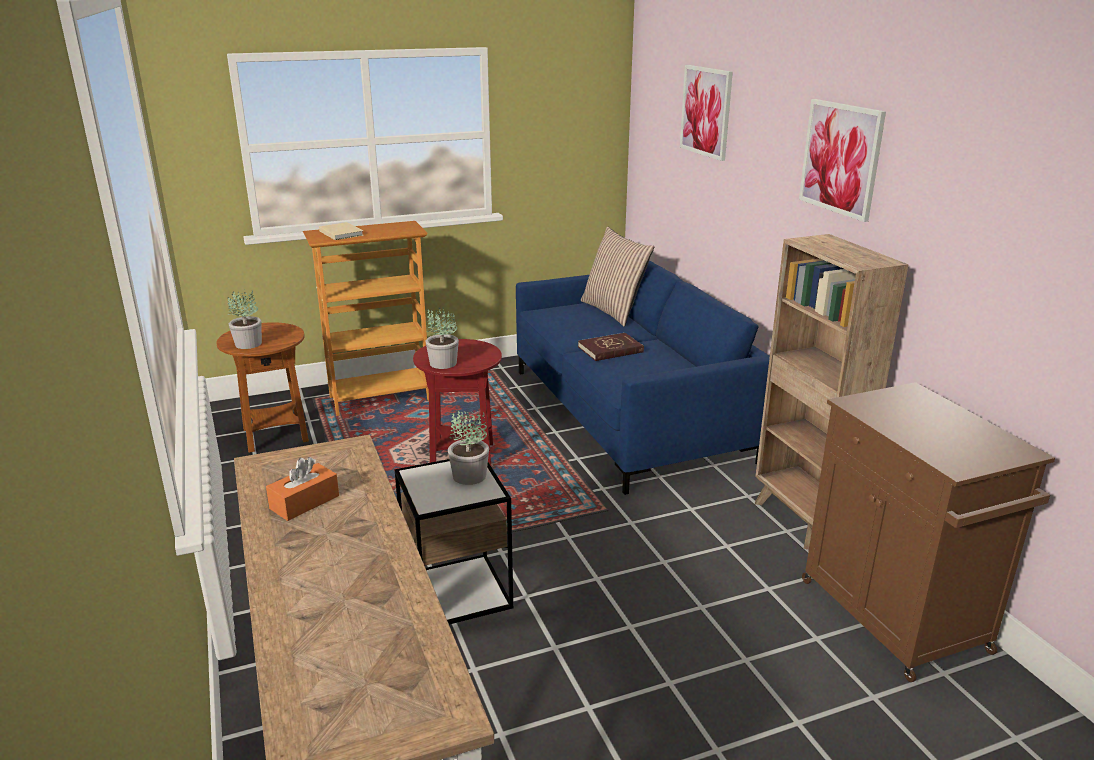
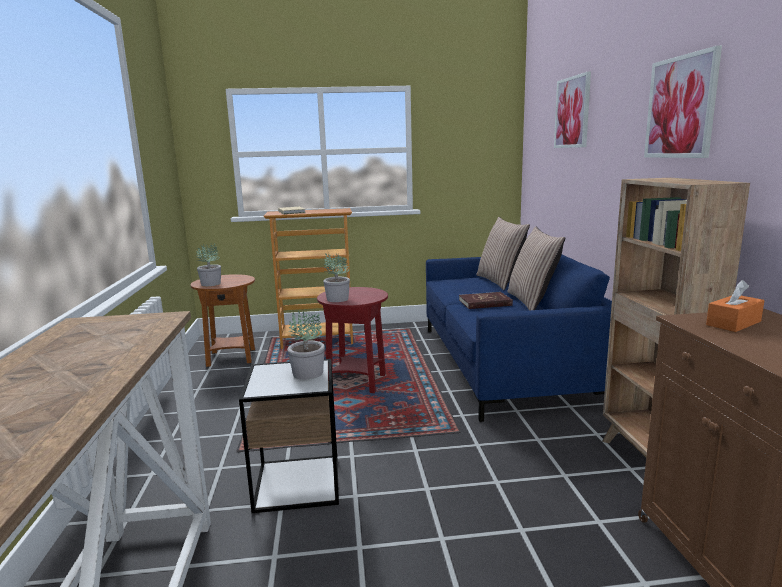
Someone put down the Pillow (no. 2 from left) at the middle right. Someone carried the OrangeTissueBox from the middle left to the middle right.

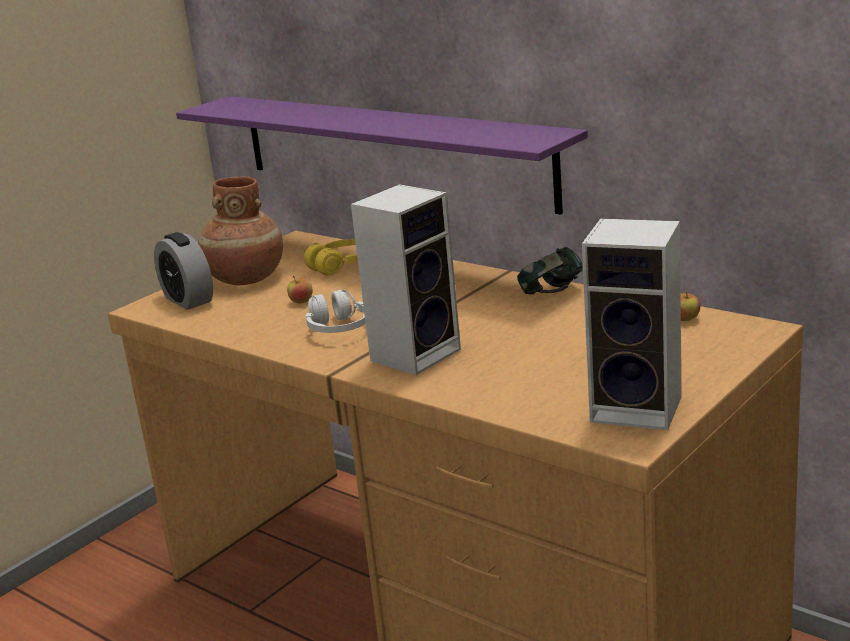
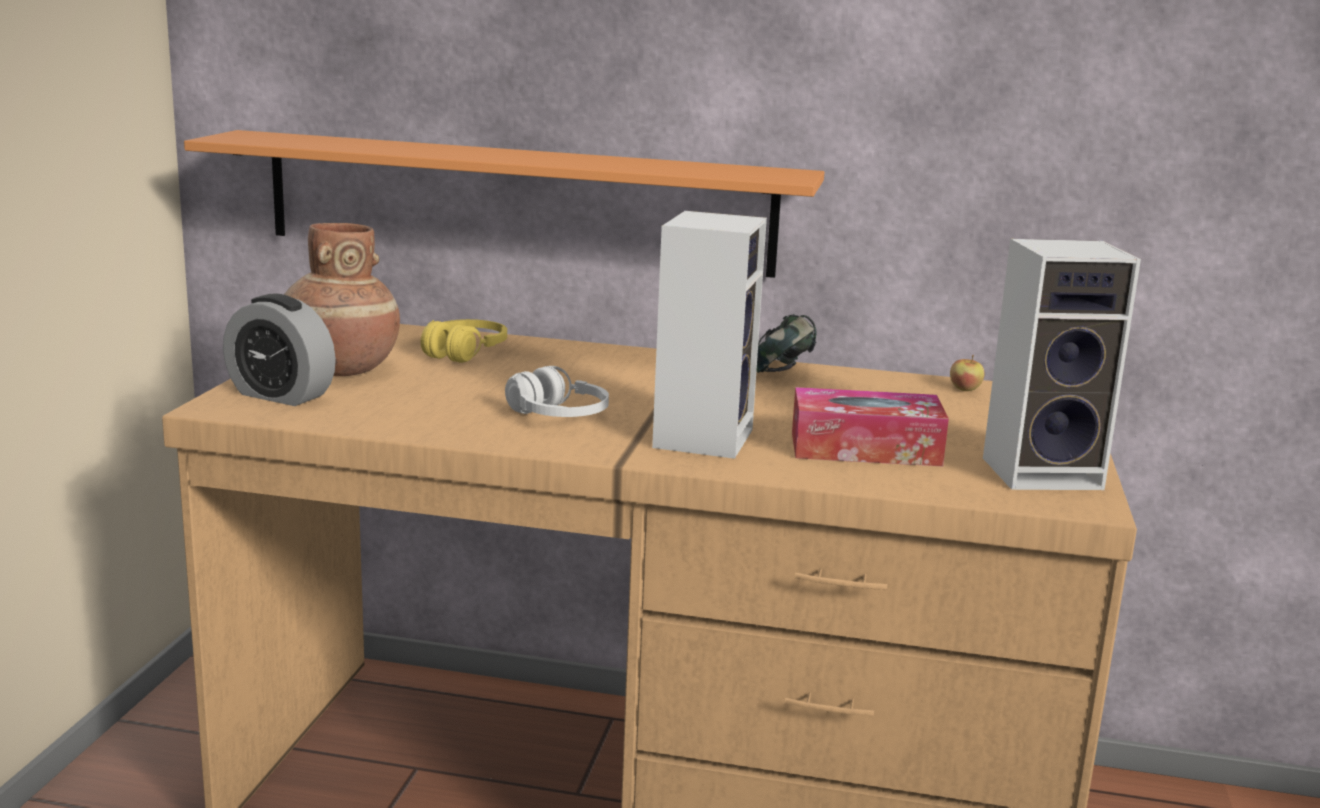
Someone took away the Apple (no. 1 from left) at the centre. Someone put down the TissueBox at the centre. Someone repainted the PurpleShelf at the top centre, which became the OrangeShelf at the top centre.

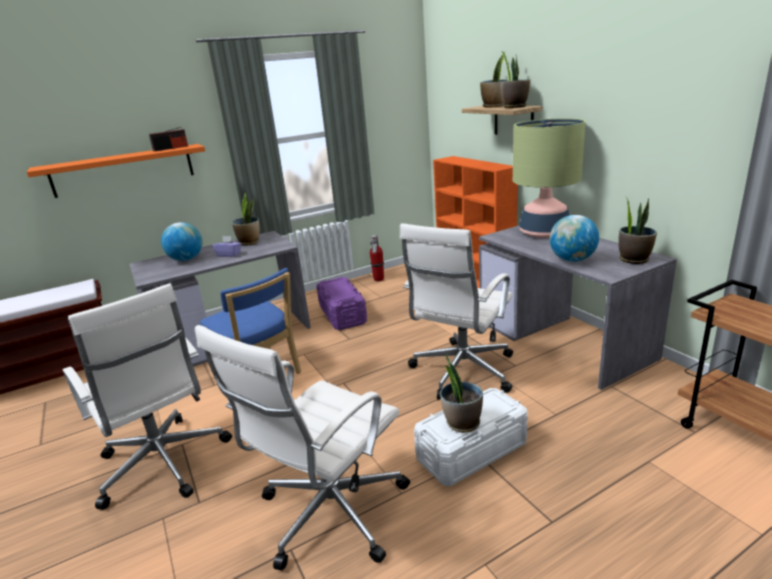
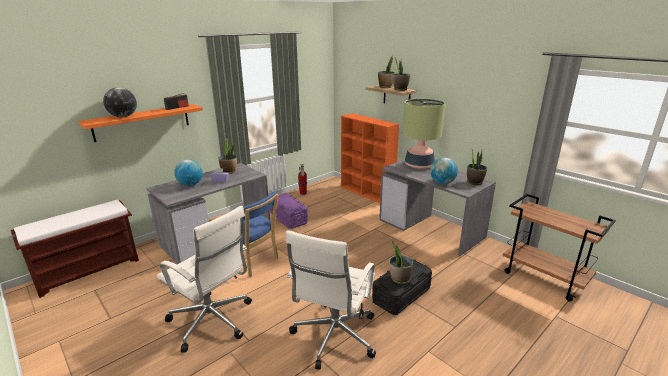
Someone took away the WhiteOfficeChair (no. 3 from left) at the centre. Someone put down the Globe (no. 1 from left) at the top left. Someone repainted the WhiteStorageBox at the bottom centre, which became the BlackStorageBox at the bottom centre.

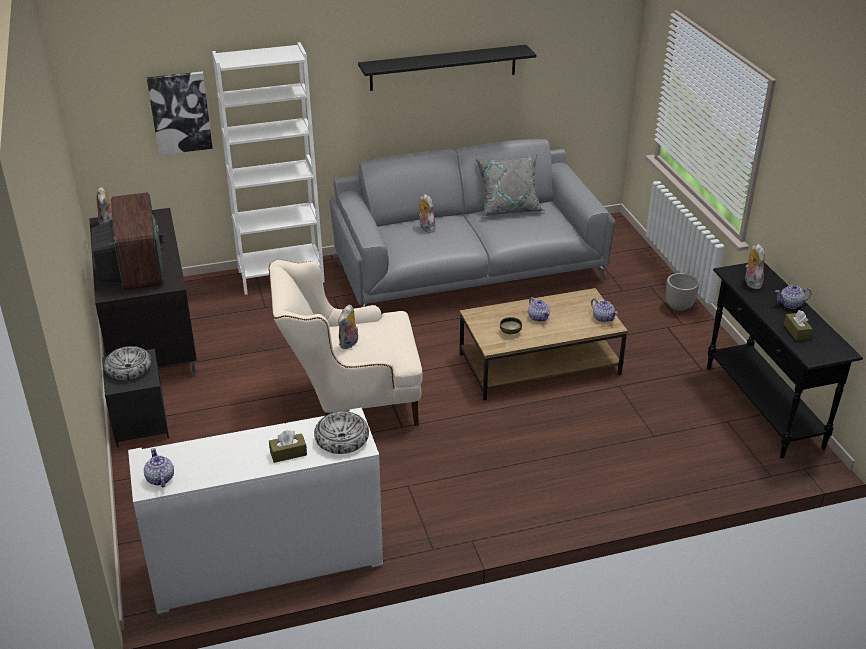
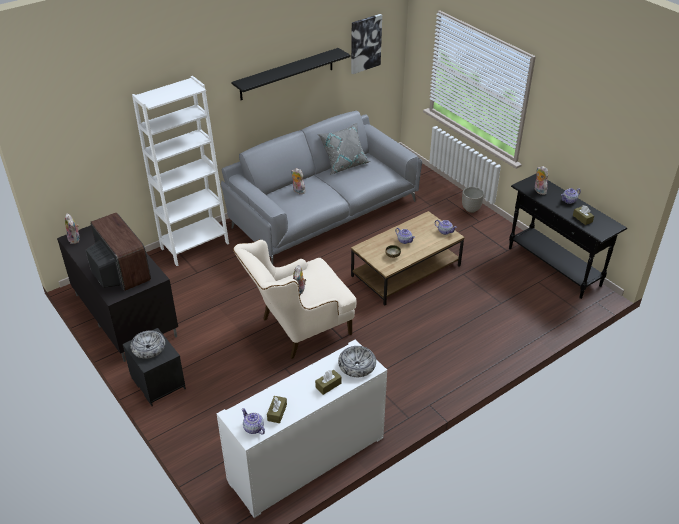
Someone put down the BrownTissueBox (no. 1 from left) at the bottom centre. Someone carried the Picture from the top left to the top centre.

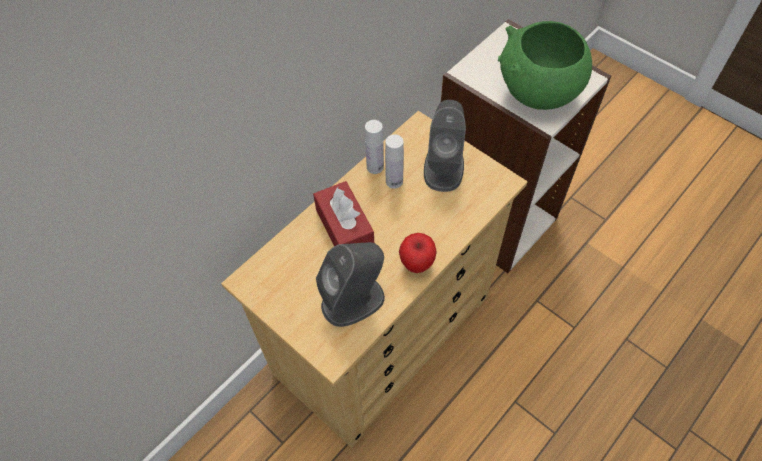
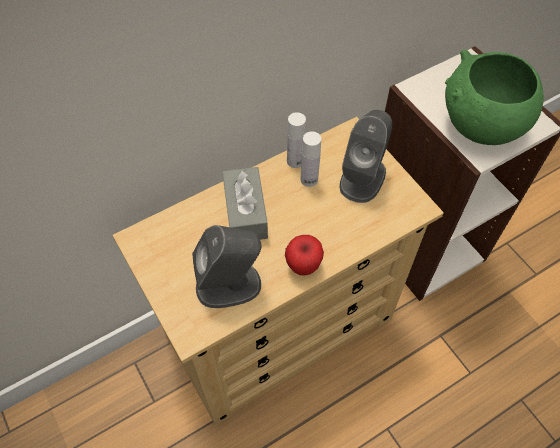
Someone repainted the RedTissueBox at the centre, which became the GreyTissueBox at the centre.

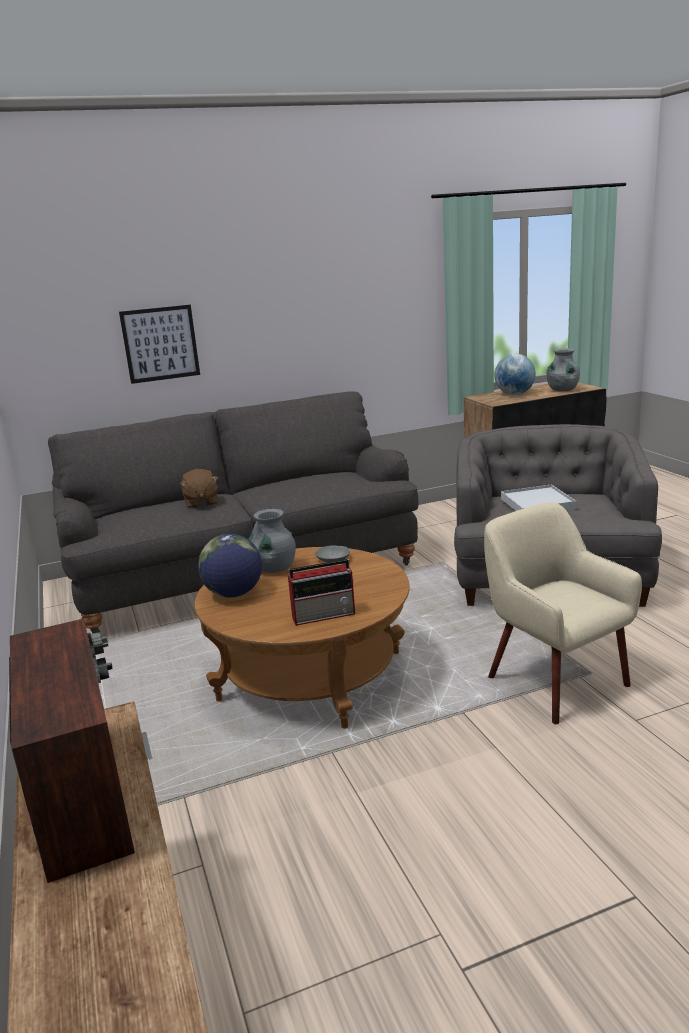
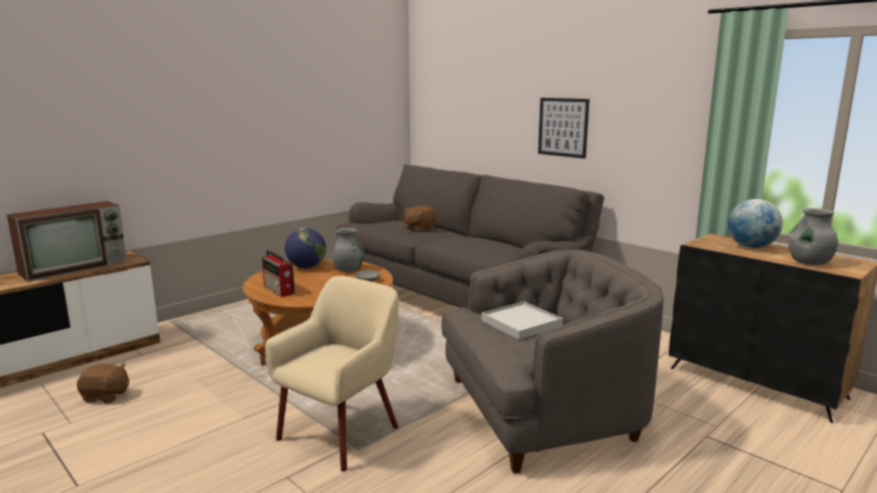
Someone put down the BrownPlushToy (no. 1 from left) at the bottom left. Someone carried the Picture from the top left to the top centre.

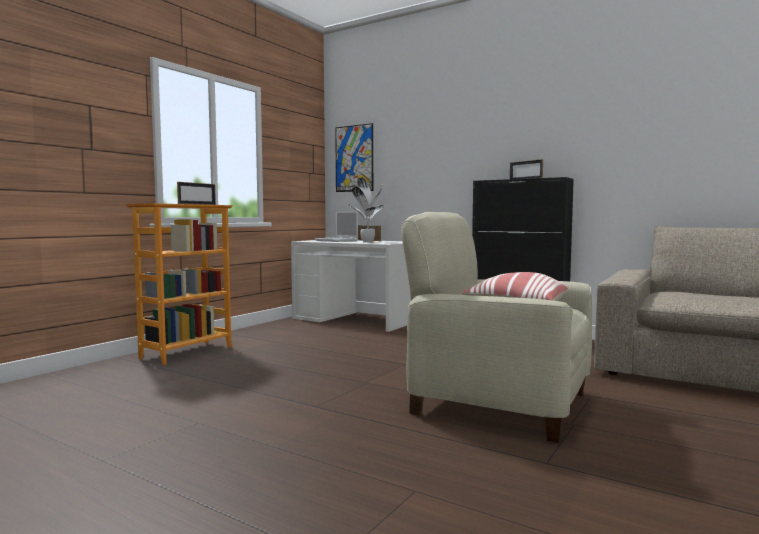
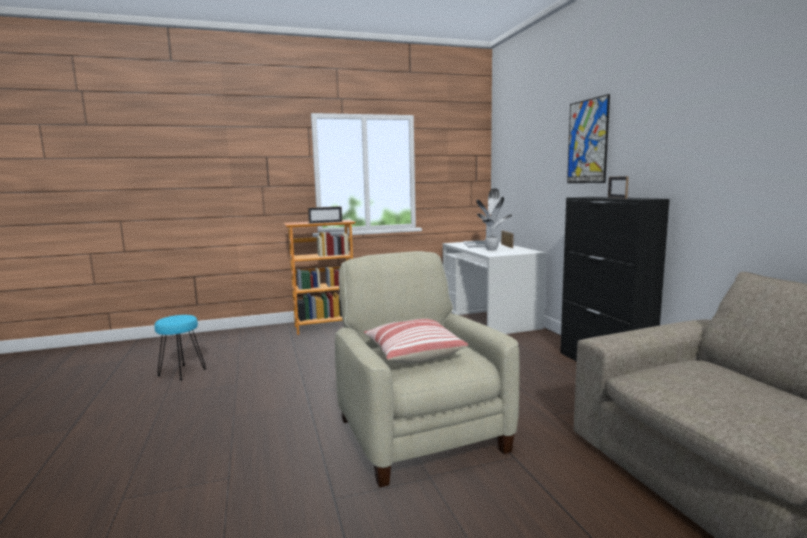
Someone put down the TurquoiseStool at the middle left. Someone carried the Picture from the top centre to the top right.

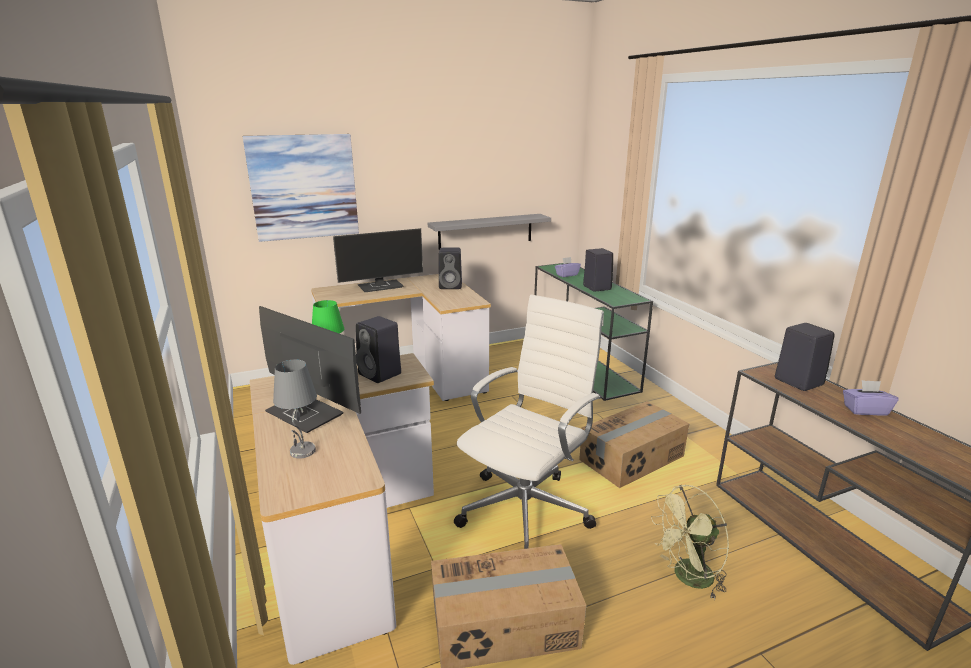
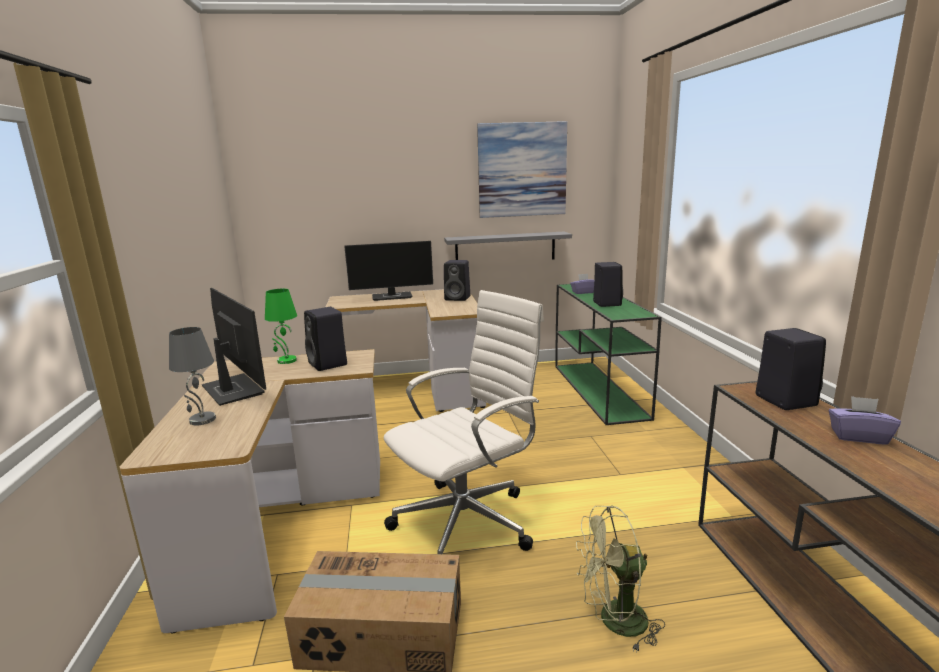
Someone took away the CardboardBox (no. 2 from left) at the centre. Someone carried the Picture from the top left to the top centre.

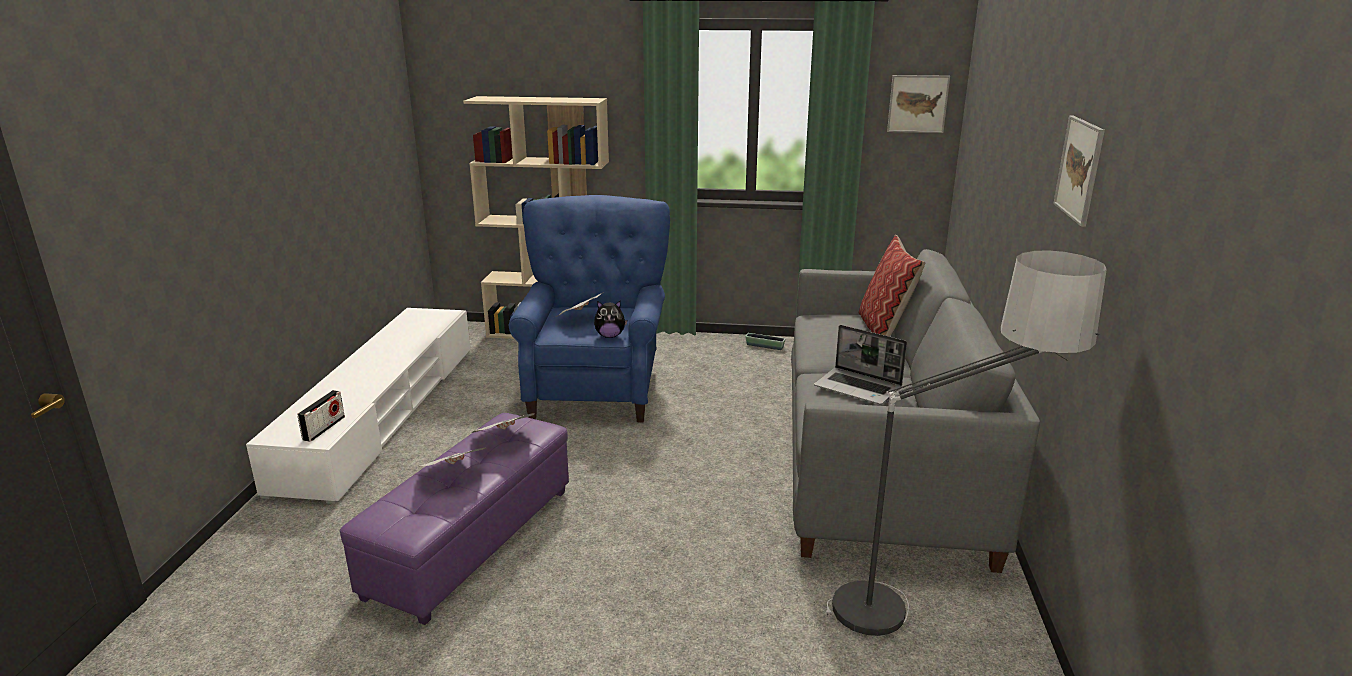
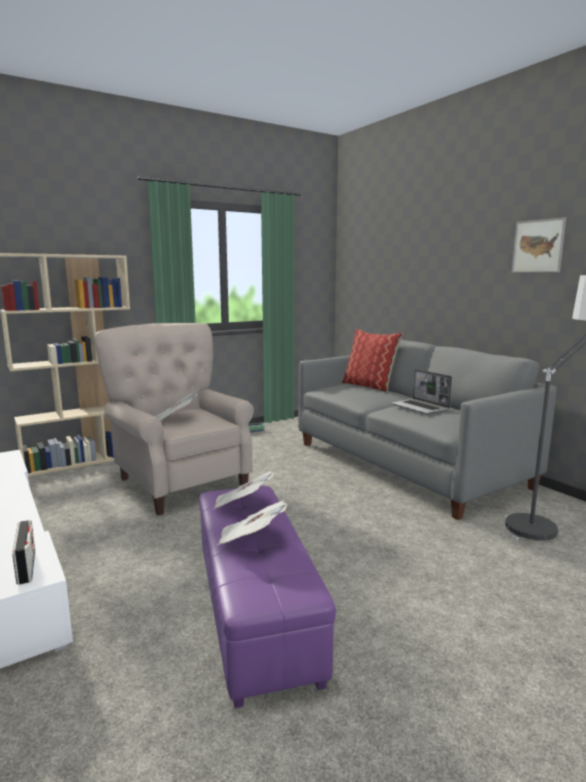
Someone took away the PlushToy at the centre. Someone took away the Picture (no. 1 from left) at the top right. Someone repainted the BlueArmchair at the centre, which became the BeigeArmchair at the middle left. Someone rotated the Laptop at the centre by 60 degrees clockwise.

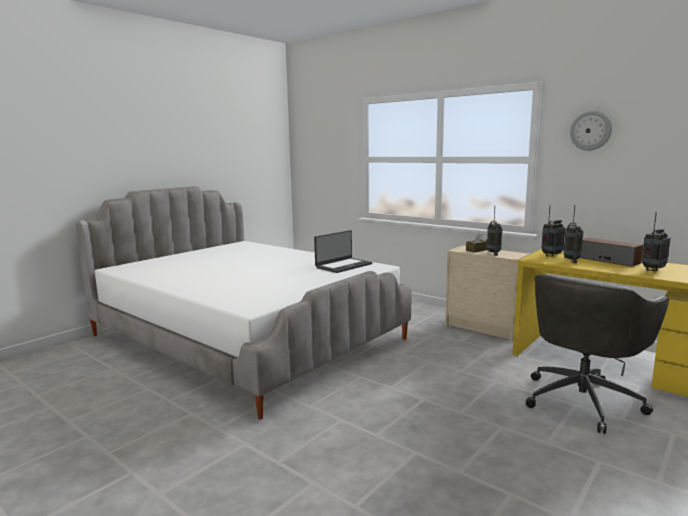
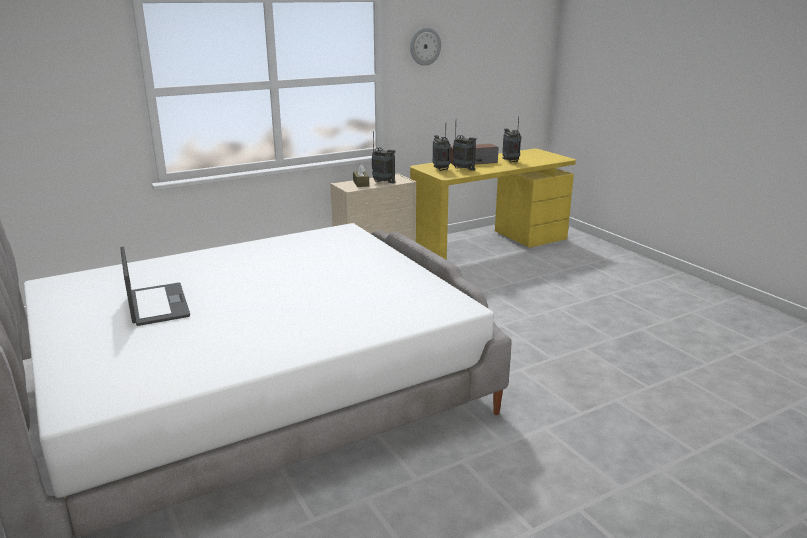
Someone took away the GreyOfficeChair at the bottom right. Someone carried the Laptop from the centre to the middle left.

